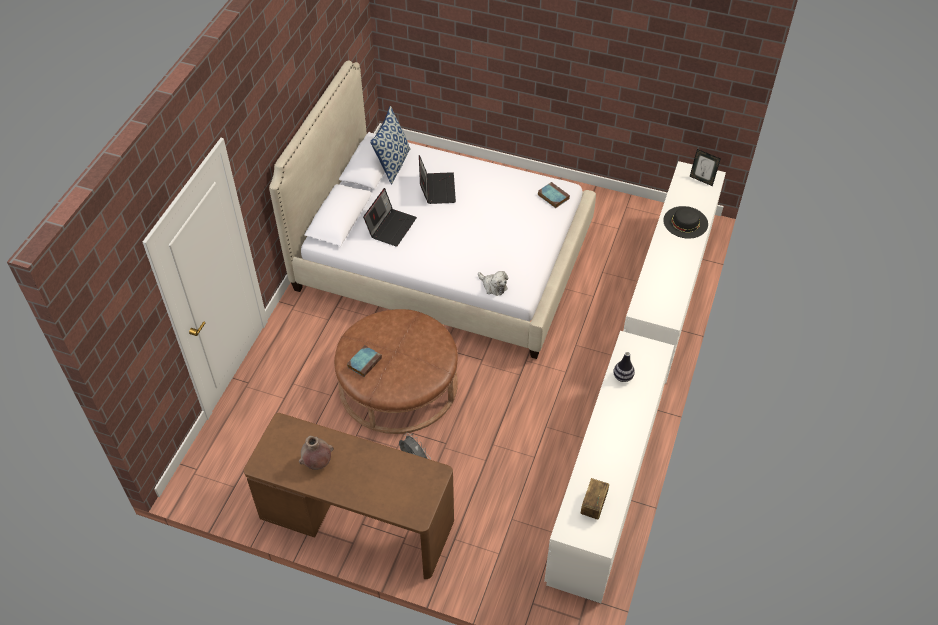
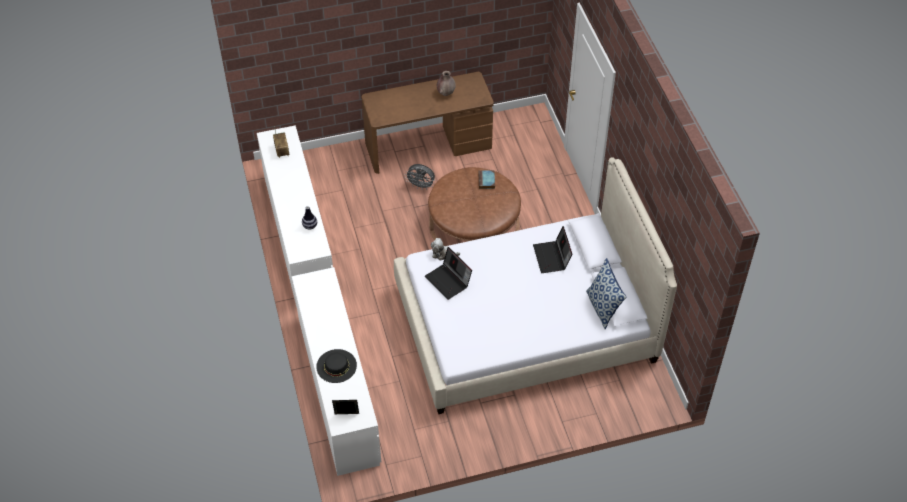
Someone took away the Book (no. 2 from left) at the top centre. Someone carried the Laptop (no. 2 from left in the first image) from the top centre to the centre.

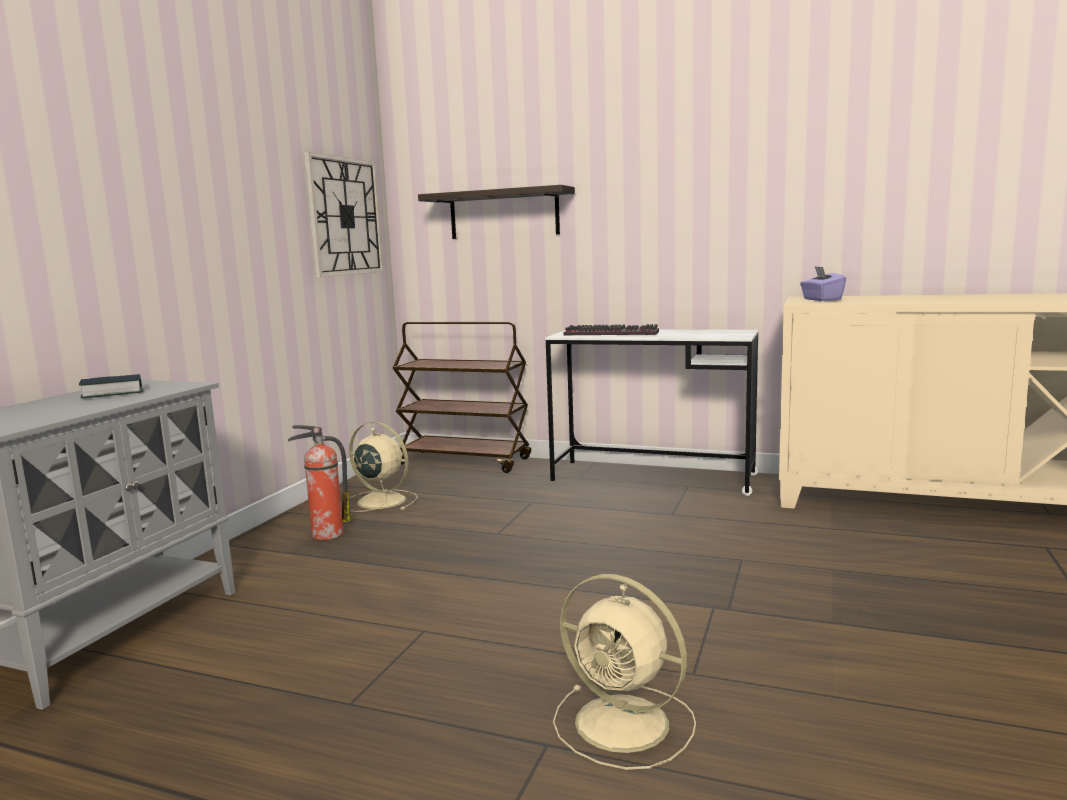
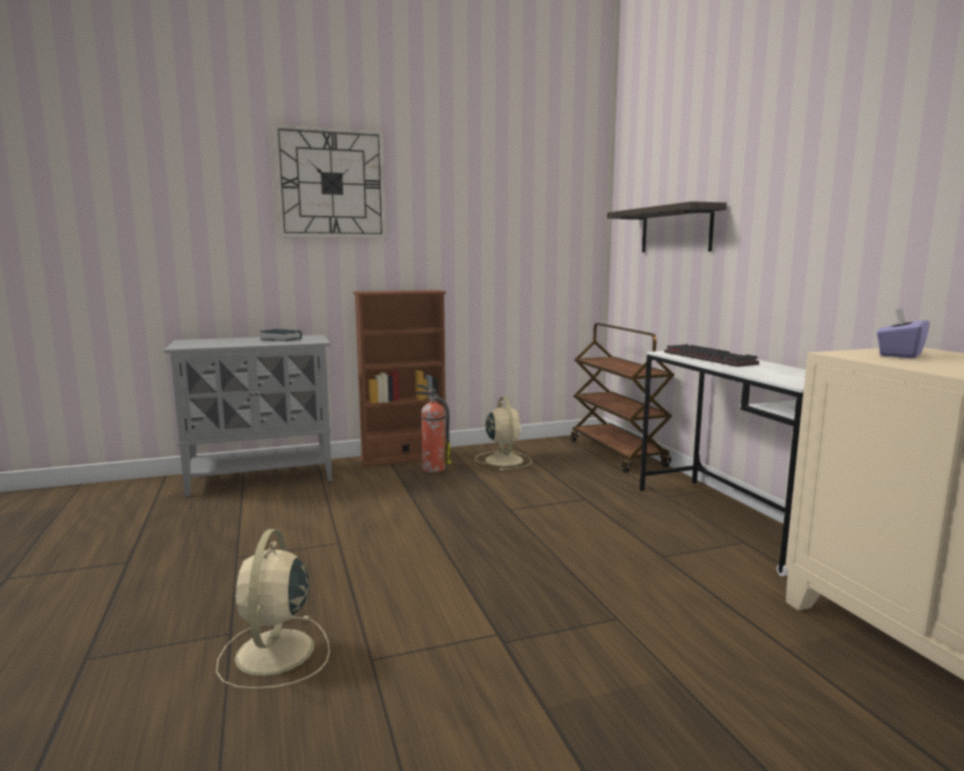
Someone put down the BrownBookcase at the centre. Someone carried the WallClock from the top left to the top centre.

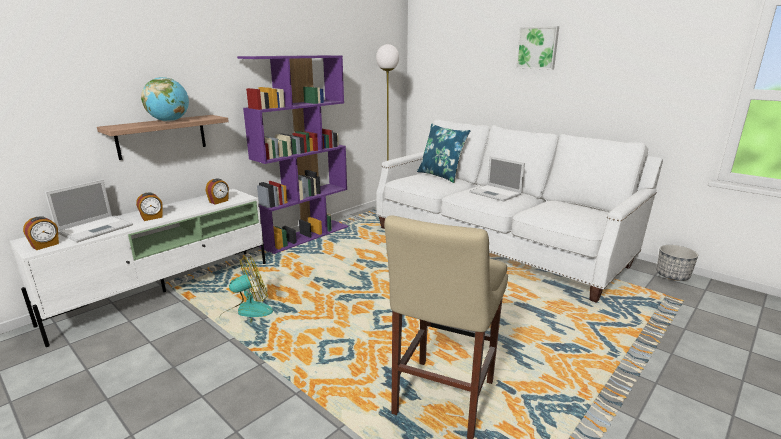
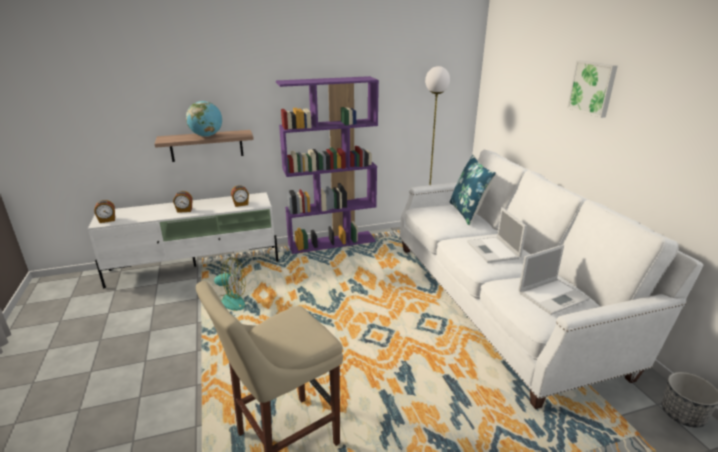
Someone carried the Laptop (no. 1 from left in the first image) from the middle left to the middle right.

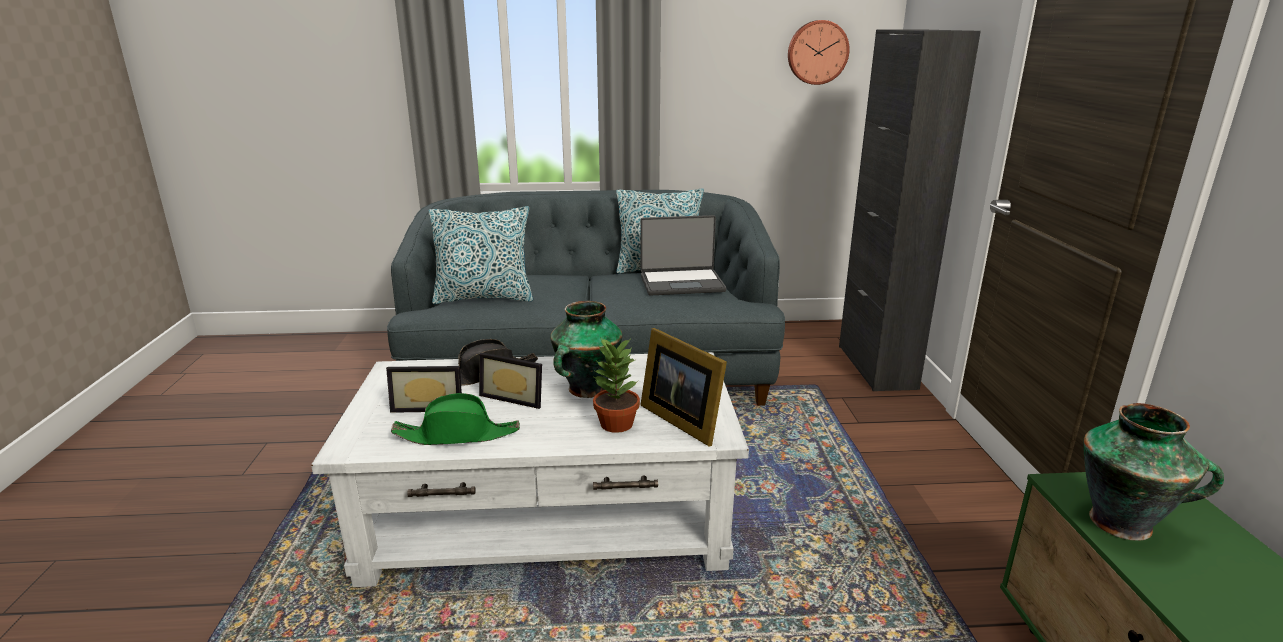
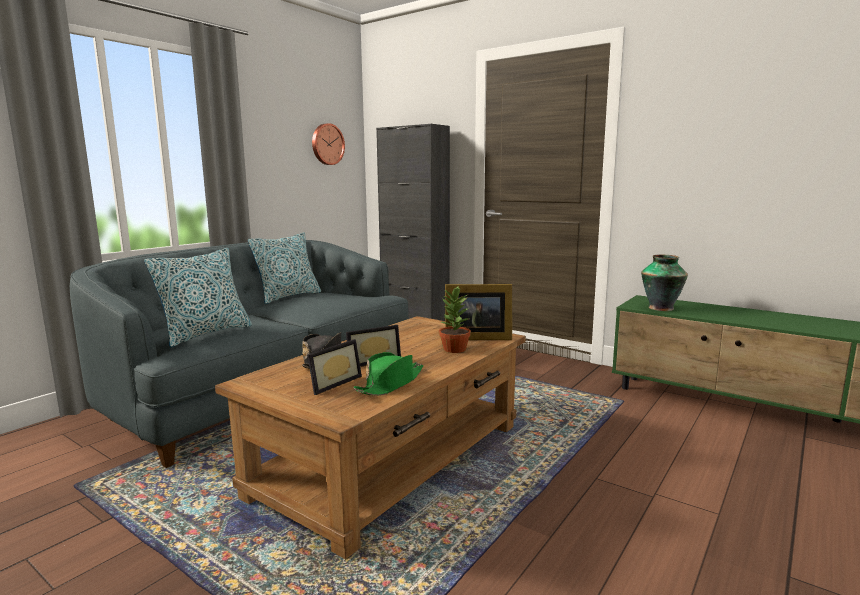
Someone took away the Vase (no. 1 from left) at the centre. Someone took away the Laptop at the centre. Someone repainted the WhiteCoffeeTable at the bottom centre, which became the BrownCoffeeTable at the bottom centre.

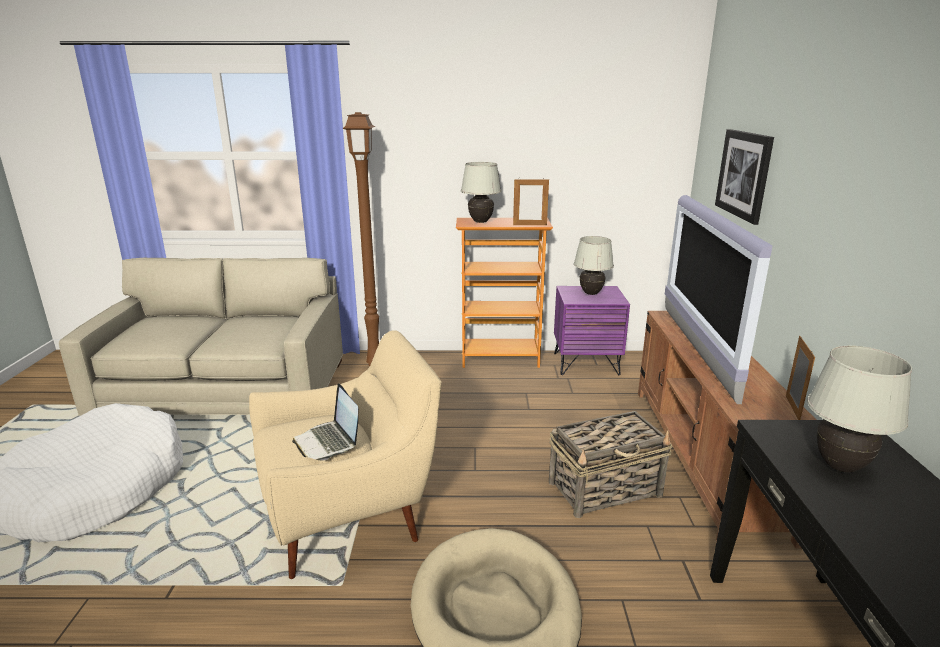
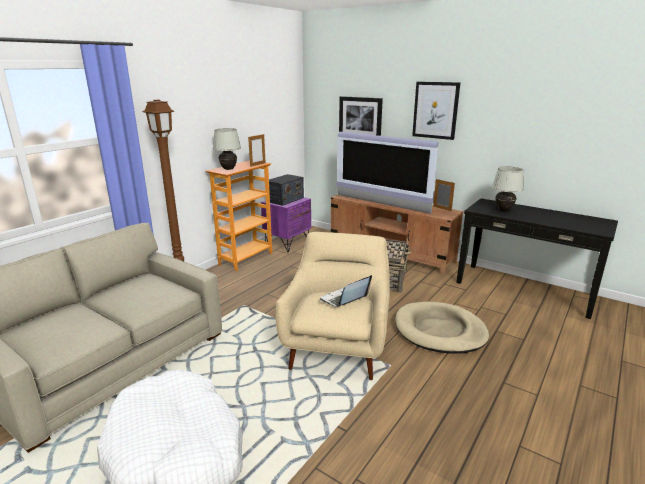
Someone put up the Picture (no. 2 from left) at the top right. Someone swapped the WhiteTableLamp (no. 2 from left) at the centre for the Radio at the centre. Someone rotated the Laptop at the centre by 135 degrees clockwise.

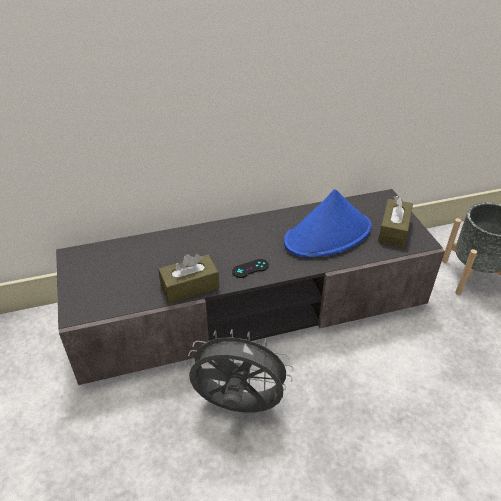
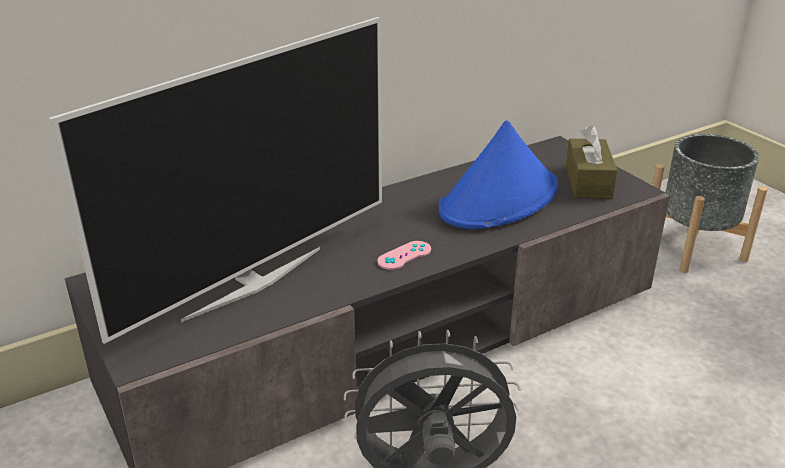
Someone took away the BrownTissueBox (no. 1 from left) at the centre. Someone put down the Television at the middle left. Someone repainted the BlackGameController at the centre, which became the PinkGameController at the centre.

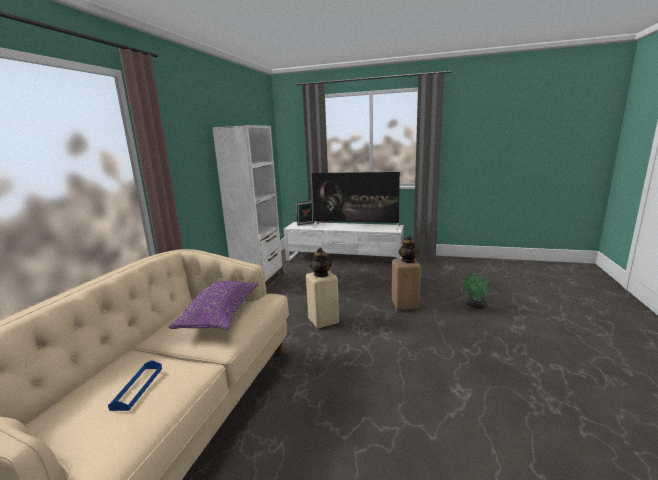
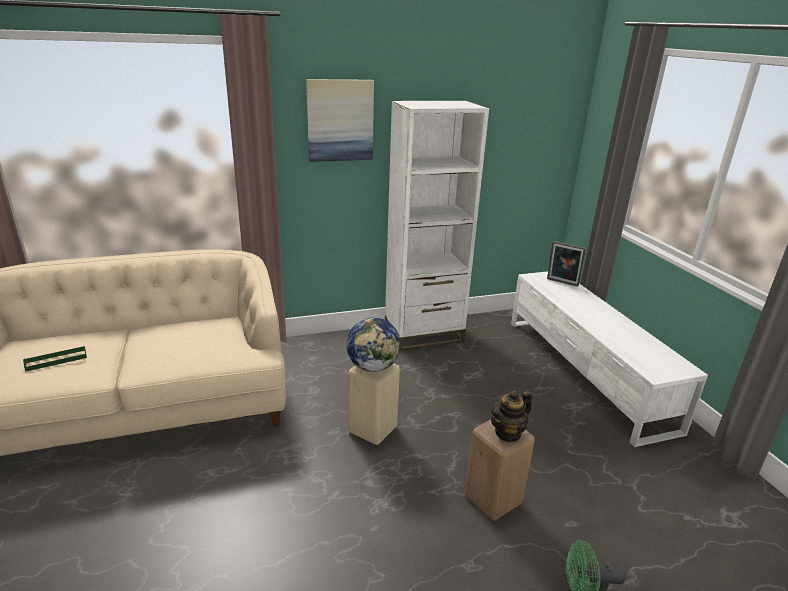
Someone took away the PurplePillow at the middle left. Someone took away the Television at the centre. Someone put up the Picture at the top centre. Someone swapped the Teapot (no. 1 from left) at the centre for the Globe at the centre. Someone repainted the BlueTray at the bottom left, which became the GreenTray at the middle left.

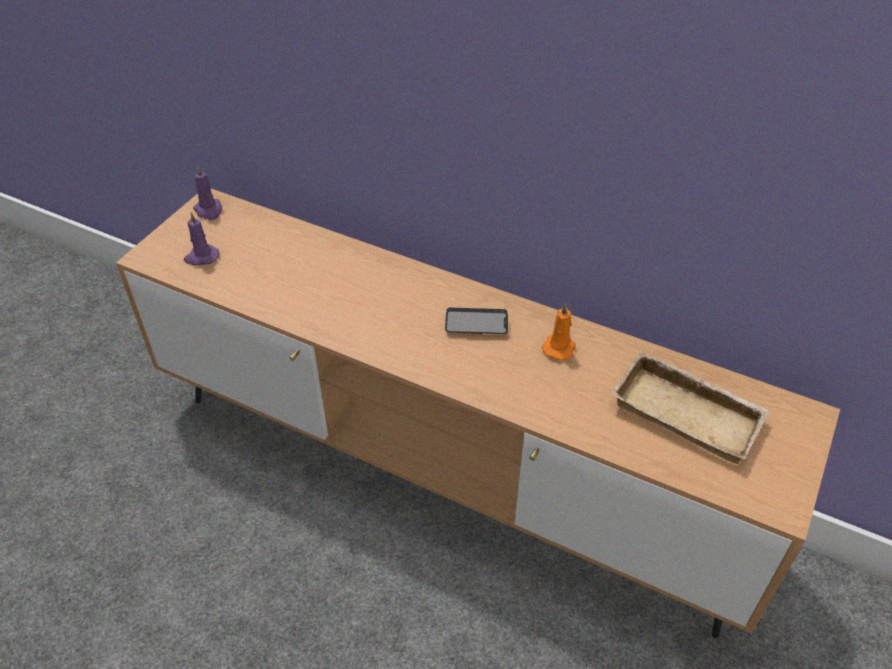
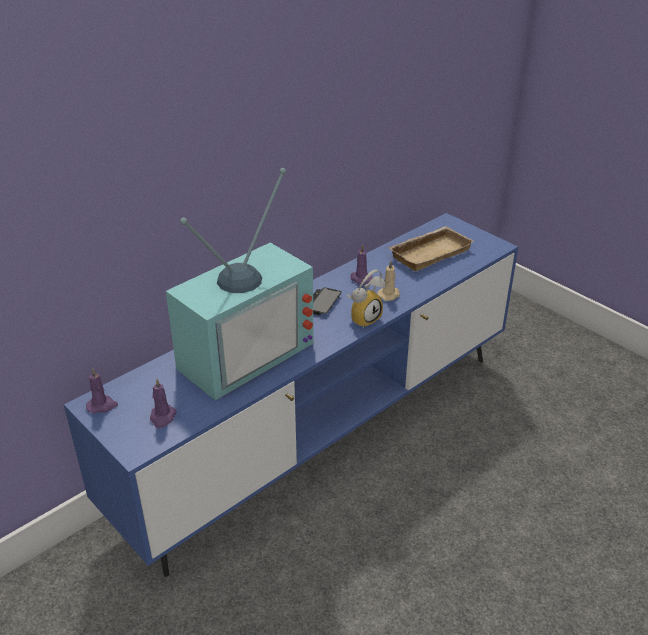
Someone put down the Television at the centre. Someone put down the AlarmClock at the centre. Someone put down the BeigeCandle at the centre. Someone repainted the BrownTvStand at the centre, which became the BlueTvStand at the centre. Someone repainted the OrangeCandle at the centre, which became the PurpleCandle (no. 3 from left) at the centre.

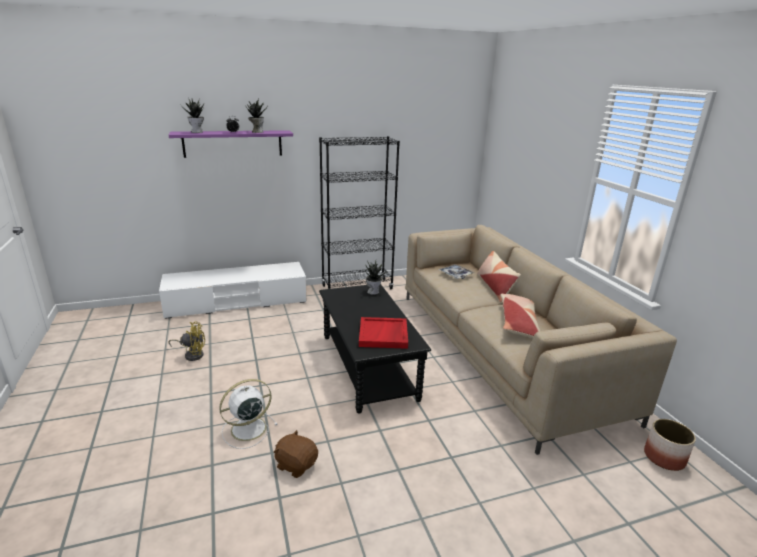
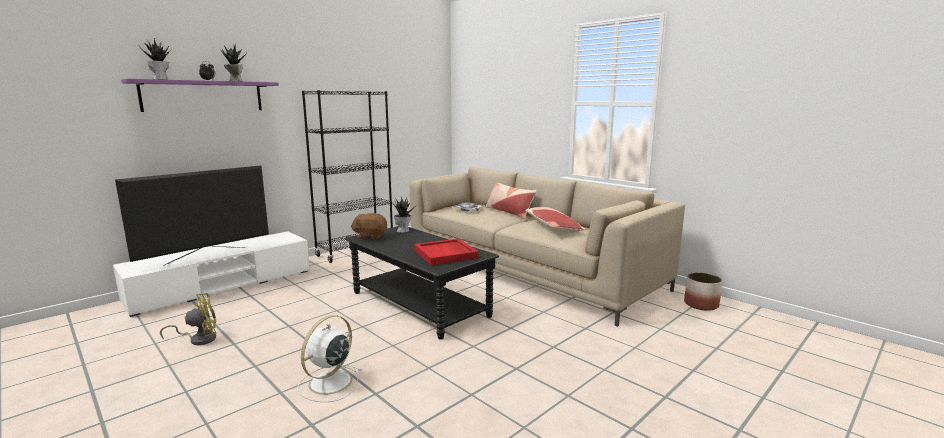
Someone put down the Television at the middle left. Someone carried the BrownPlushToy from the bottom centre to the centre.

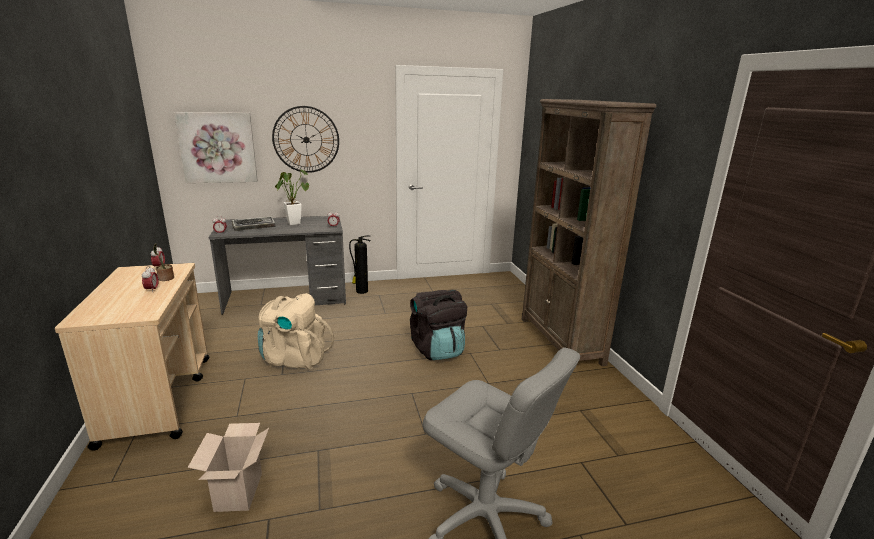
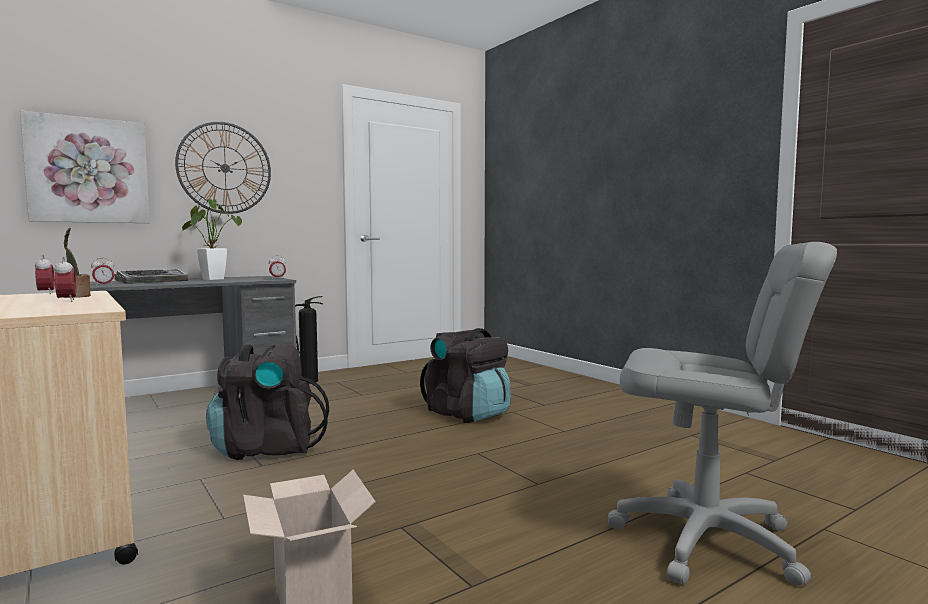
Someone took away the BrownBookcase at the middle right. Someone repainted the BeigeBackpack at the centre, which became the BlackBackpack (no. 1 from left) at the middle left.

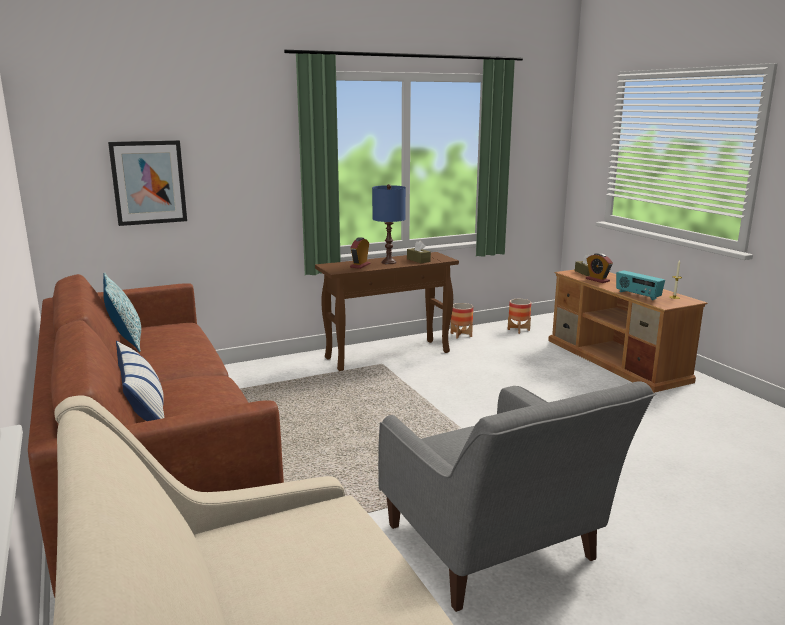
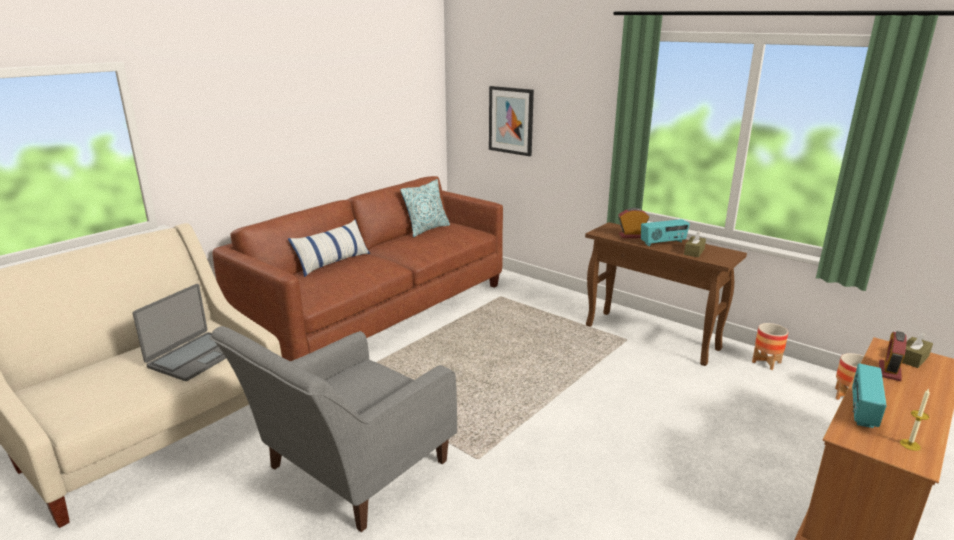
Someone put down the Laptop at the middle left. Someone swapped the BlueTableLamp at the centre for the Radio (no. 1 from left) at the middle right.

